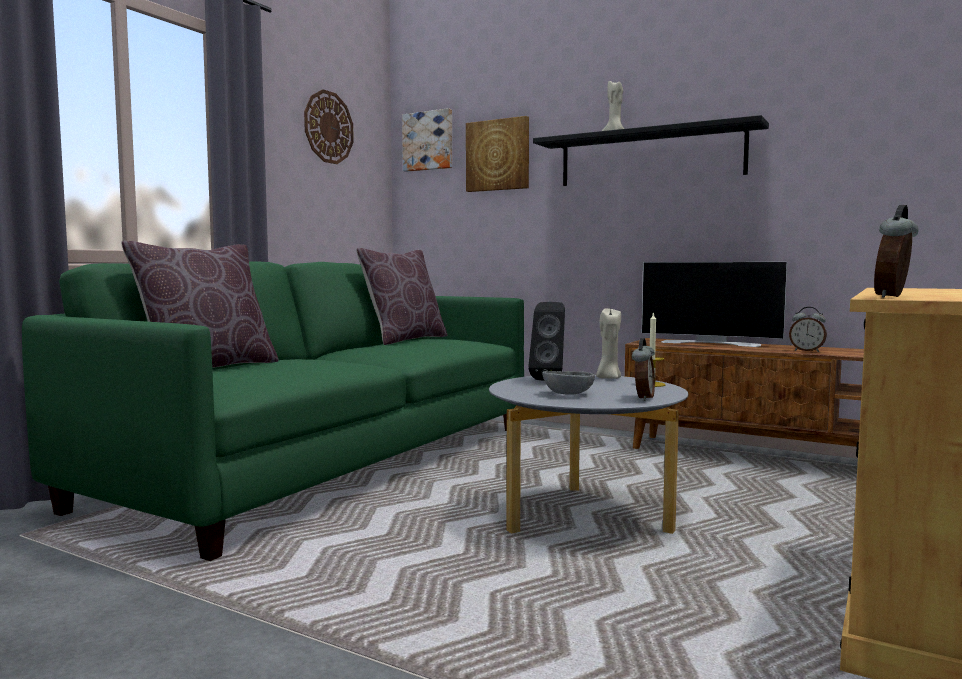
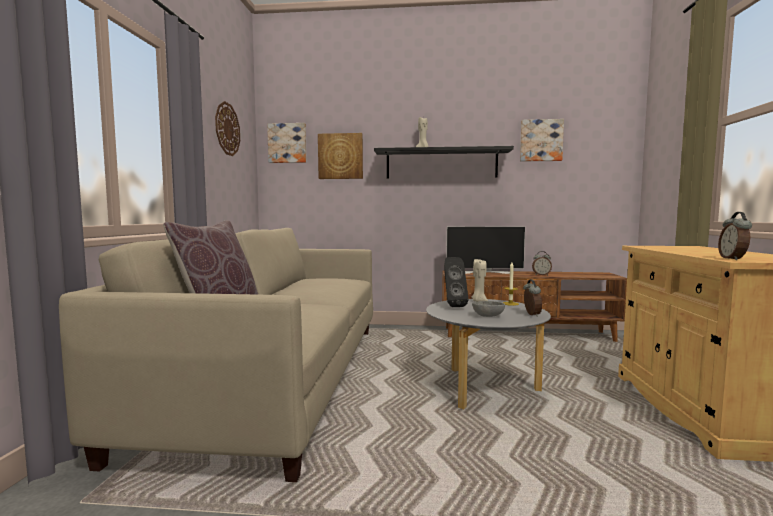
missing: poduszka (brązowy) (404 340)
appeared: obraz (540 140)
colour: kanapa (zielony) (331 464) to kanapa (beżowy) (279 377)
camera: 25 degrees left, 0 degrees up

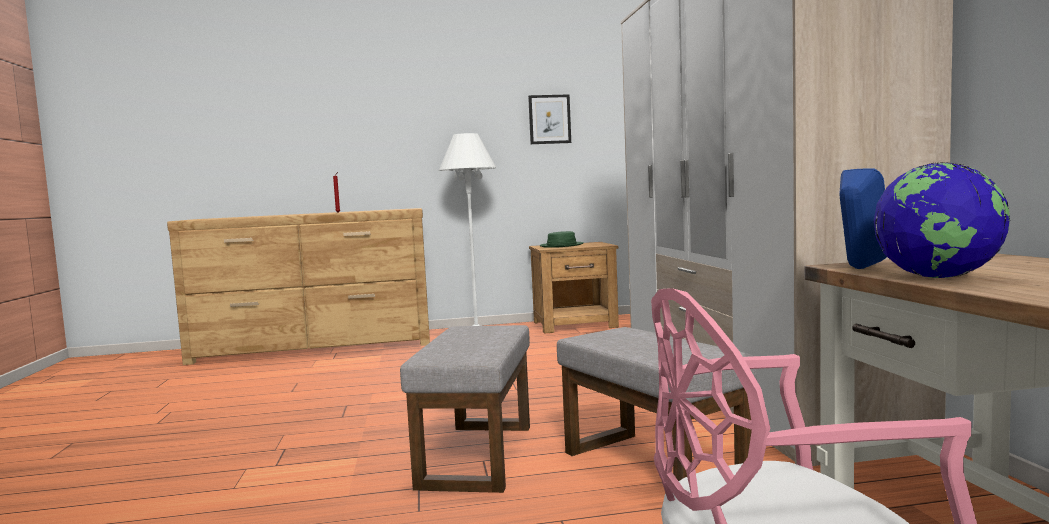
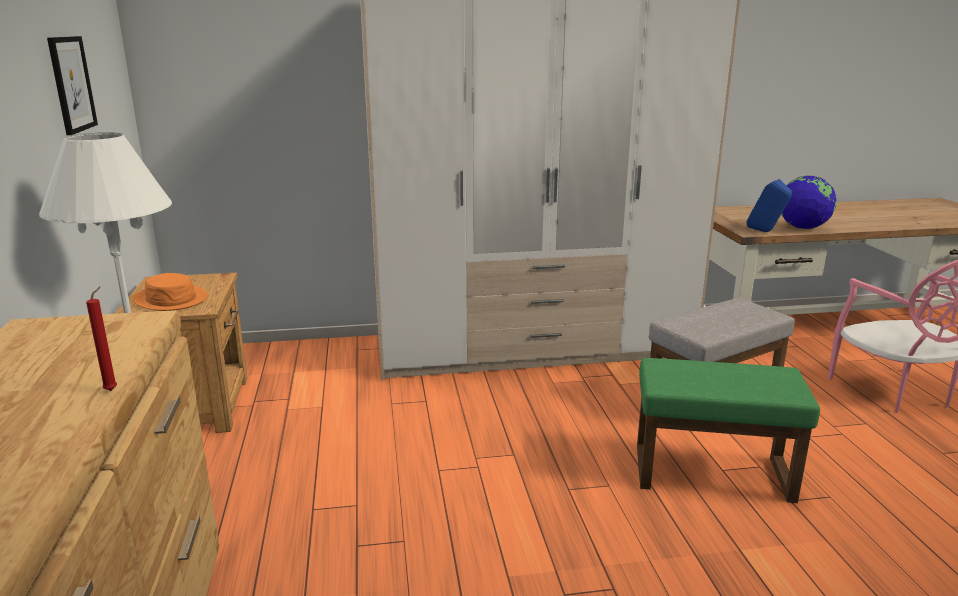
colour: pufa (szary) (479 456) to pufa (zielony) (713 472); kapelusz (zielony) (561 246) to kapelusz (pomarańczowy) (171 299)
camera: 90 degrees left, 15 degrees up

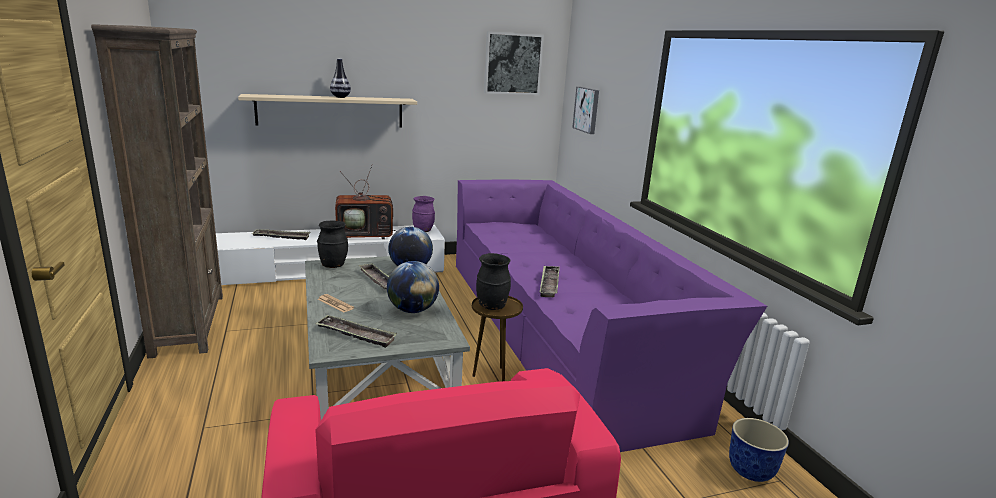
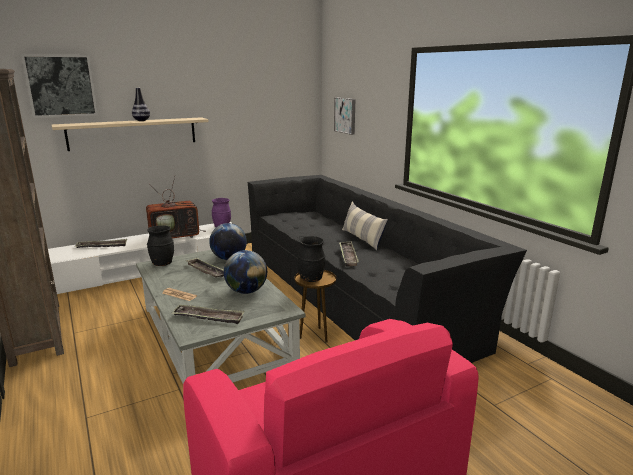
missing: donica (751 471)
appeared: poduszka (362 239)
relocated: obraz (513 64) to (61 86)
colour: kanapa (fioletowy) (560 328) to kanapa (czarny) (353 291)
camera: 10 degrees left, 0 degrees up

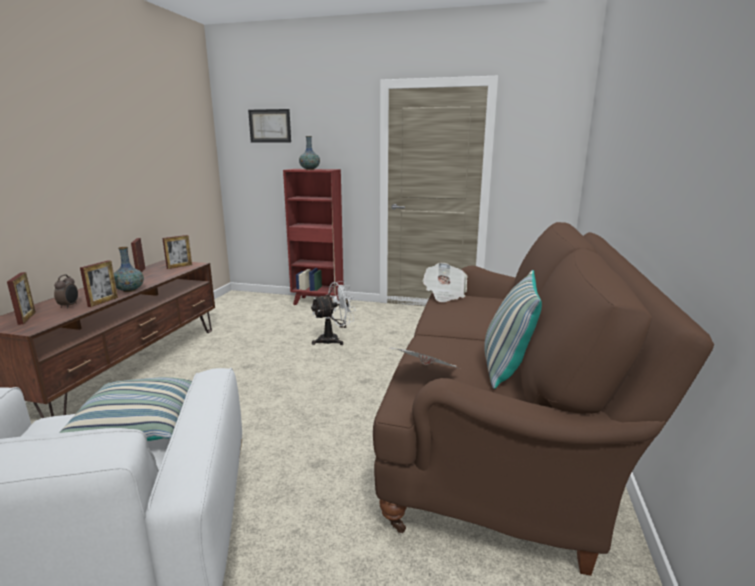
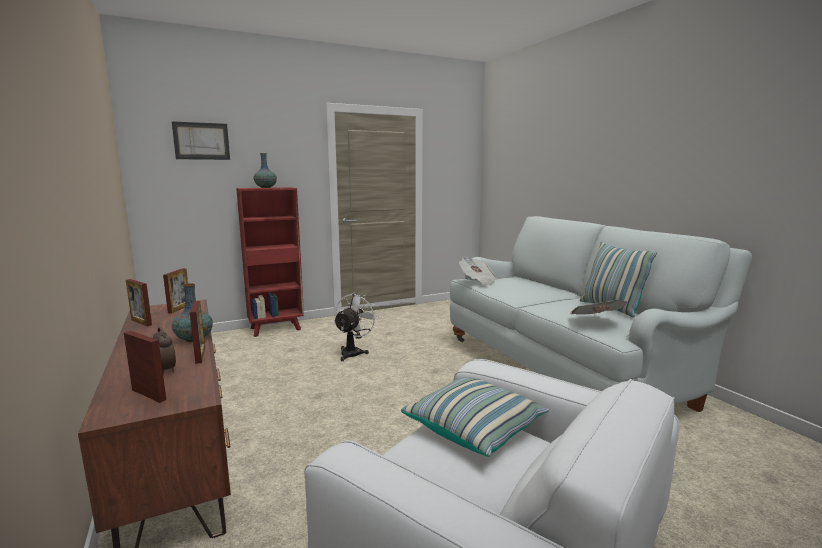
colour: kanapa (brązowy) (503 434) to kanapa (biały) (565 368)
camera: 40 degrees left, 5 degrees down

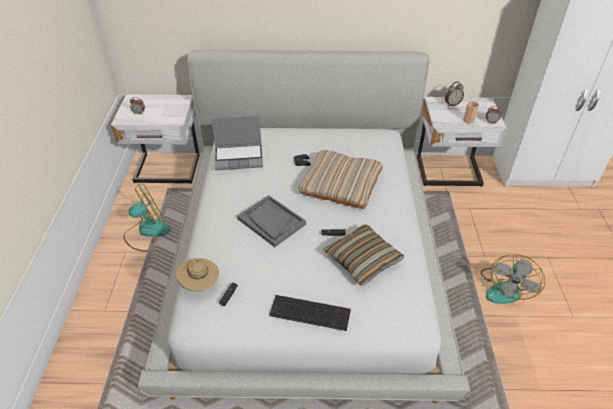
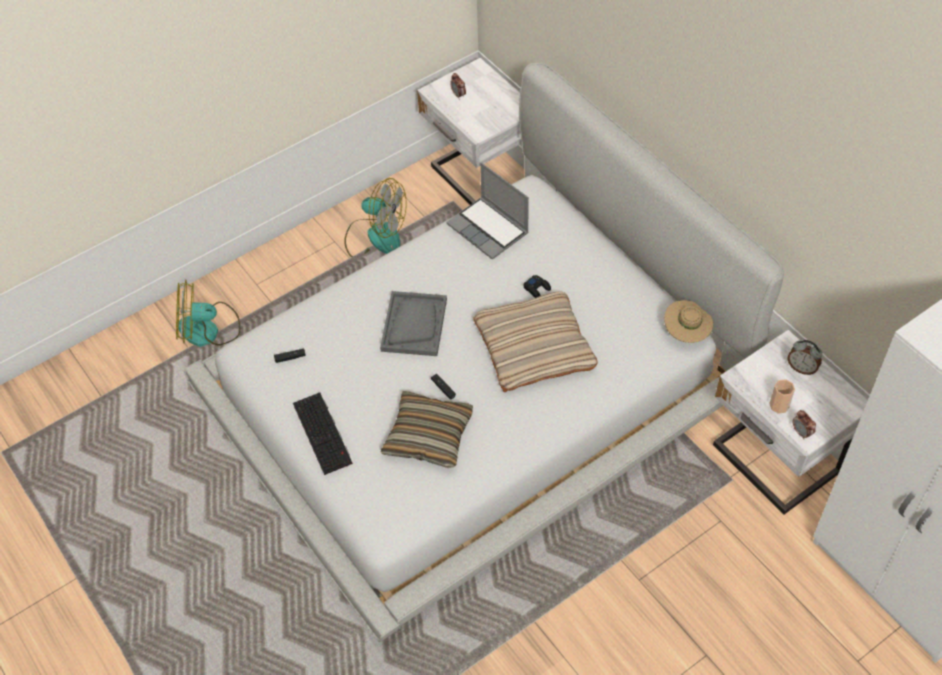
relocated: kapelusz (beżowy) (200 284) to (686 333); wentylator (505 288) to (208 330)
camera: 55 degrees right, 10 degrees up

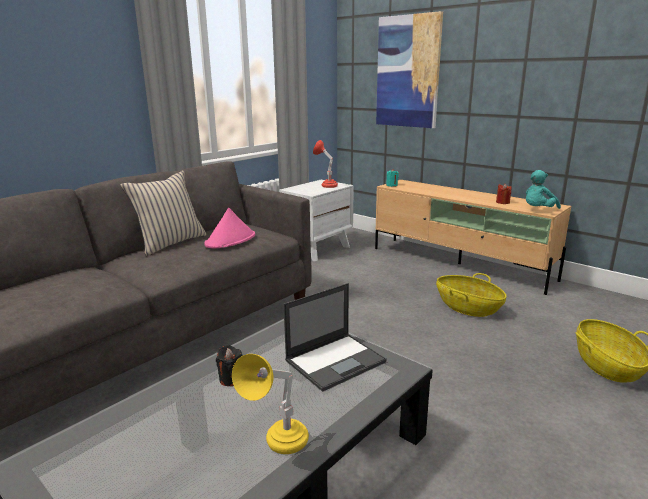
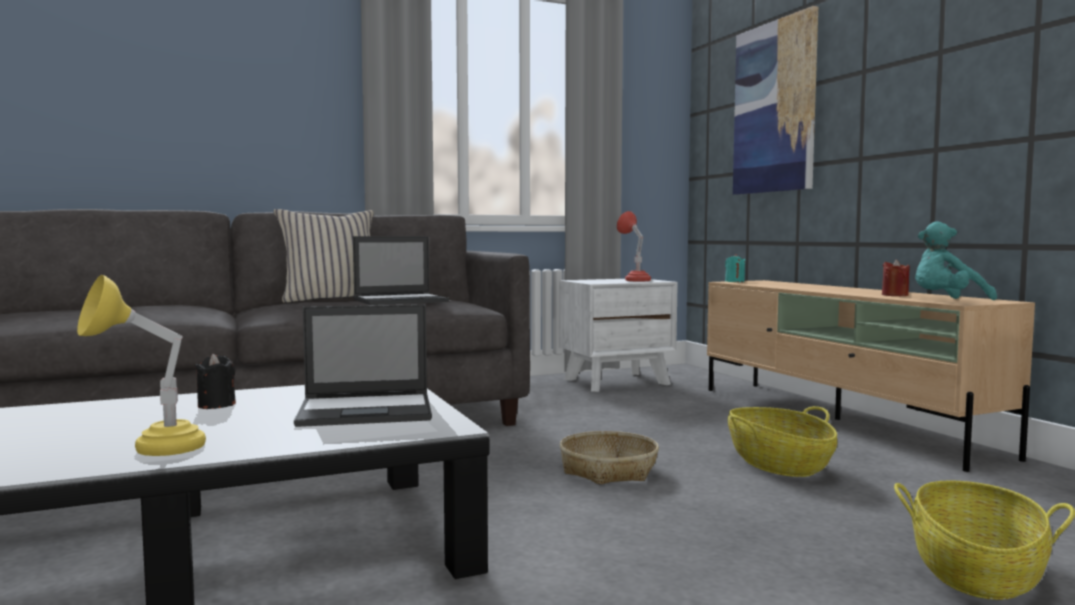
appeared: koszyk (608 470)
exchanged: kapelusz (różowy) (230 240) to laptop (402 300)
camera: 25 degrees right, 15 degrees down

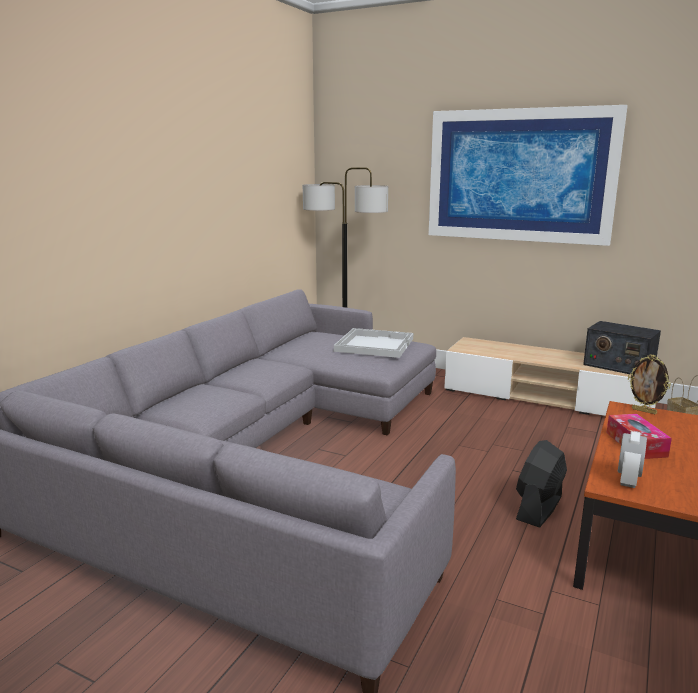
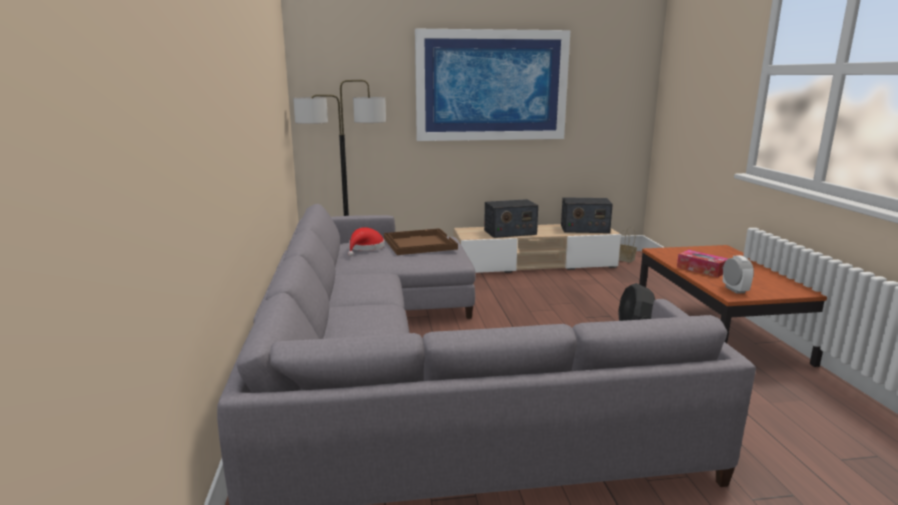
missing: ramka na zdjęcie (644 411)
appeared: kapelusz (czerwony) (365 248); radio (509 232)
colour: taca (biały) (374 344) to taca (brązowy) (418 243)
camera: 35 degrees left, 0 degrees up

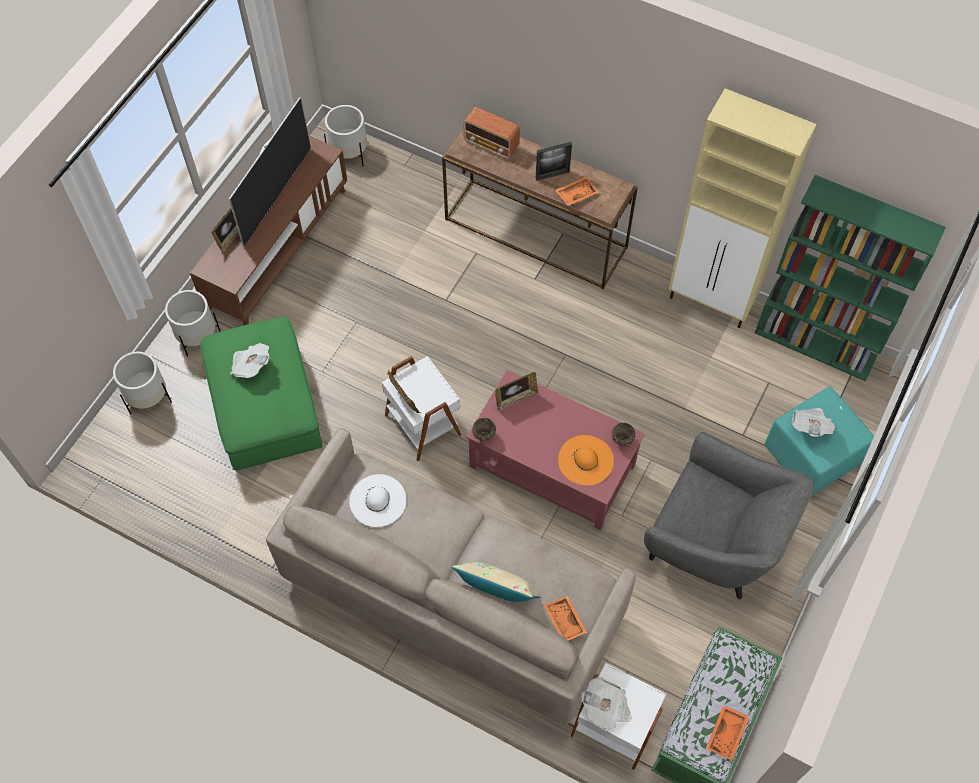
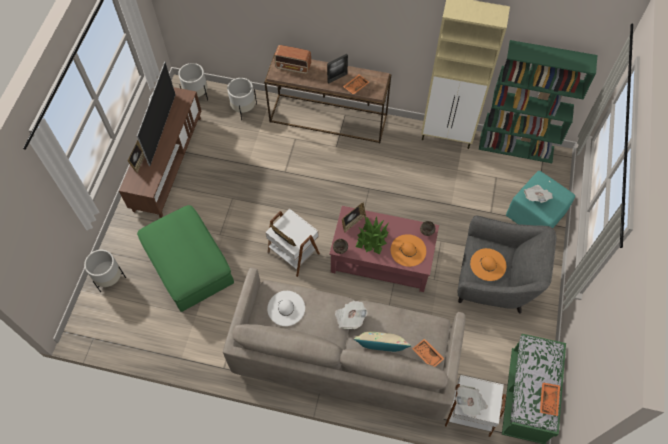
appeared: roślina doniczkowa (372 238); kapelusz (pomarańczowy) (488 264)
relocated: donica (biały) (197 337) to (243 109); gazeta (251 366) to (350 318)
camera: 15 degrees left, 0 degrees up

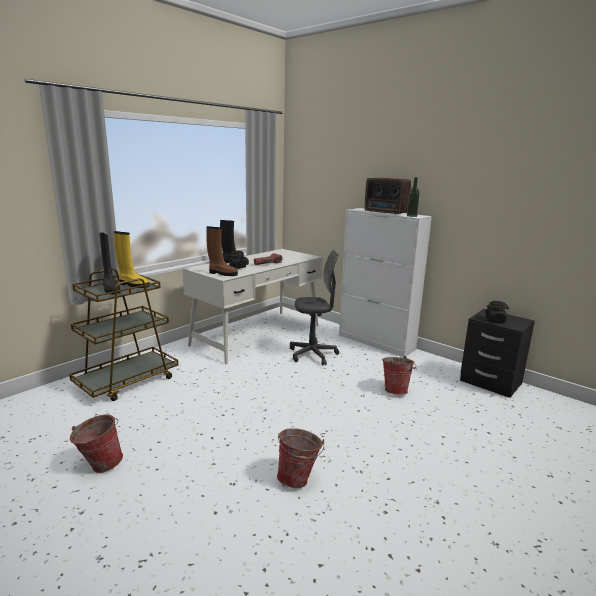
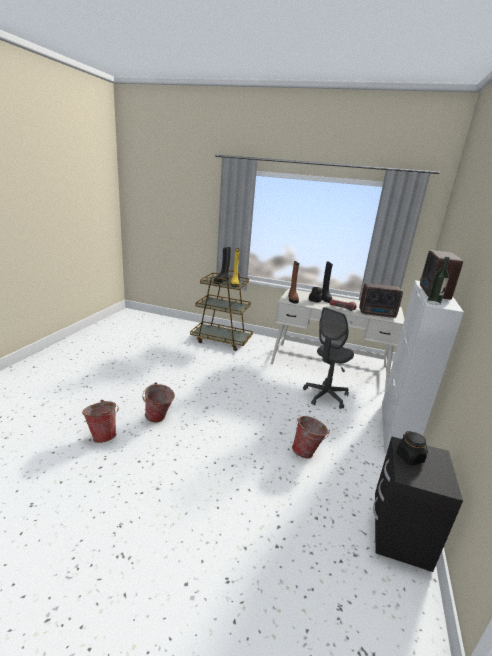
appeared: radio (378 314)
relocated: wiadro (99 465) to (103 435)
spun: krzesło biurowe (szary) (313 354) = (325 396) 75 degrees clockwise
camera: 65 degrees right, 5 degrees up

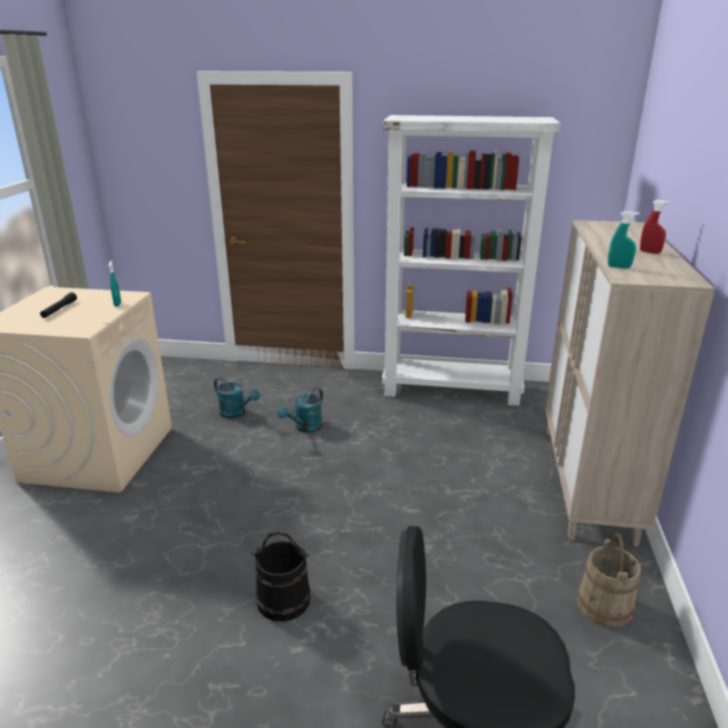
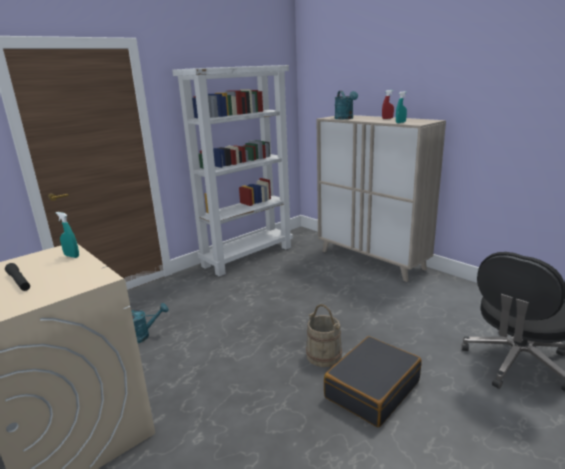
relocated: konewka (turkusowy) (305 428) to (345 118); wiadro (beżowy) (605 605) to (324 355)
exchanged: wiadro (czarny) (283 600) to walizka (czarny) (372 389)
camera: 50 degrees left, 5 degrees down

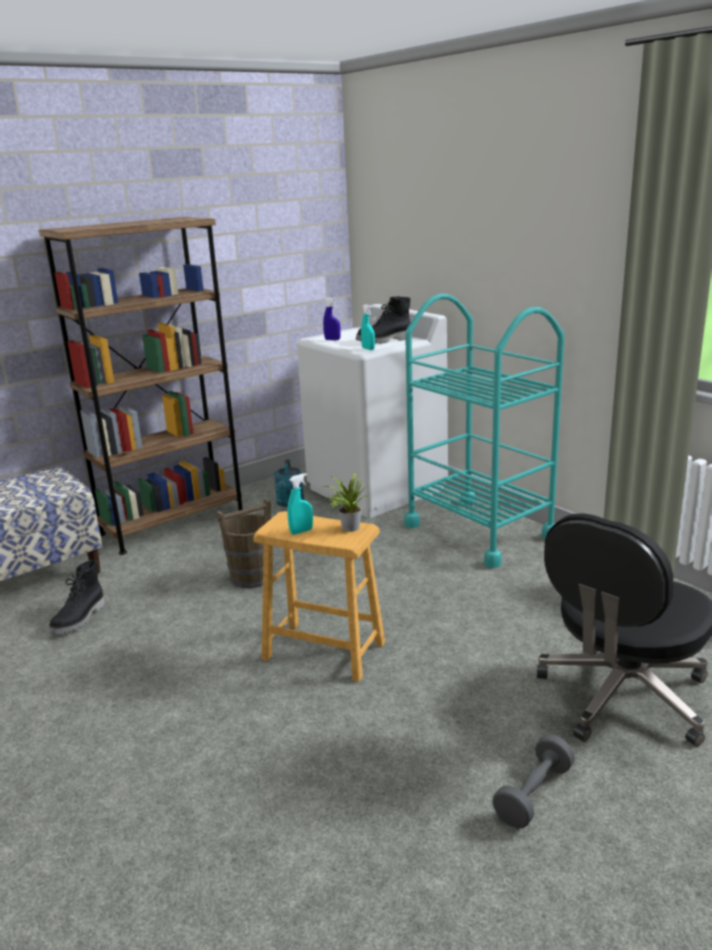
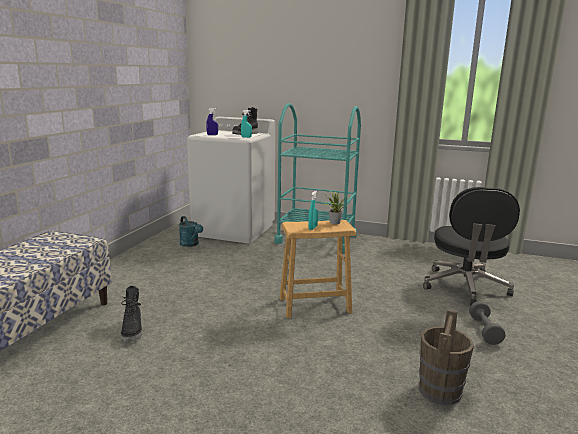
missing: regał (brązowy) (172 523)
relocated: wiadro (brązowy) (252 577) to (440 390)
camera: 35 degrees left, 5 degrees down

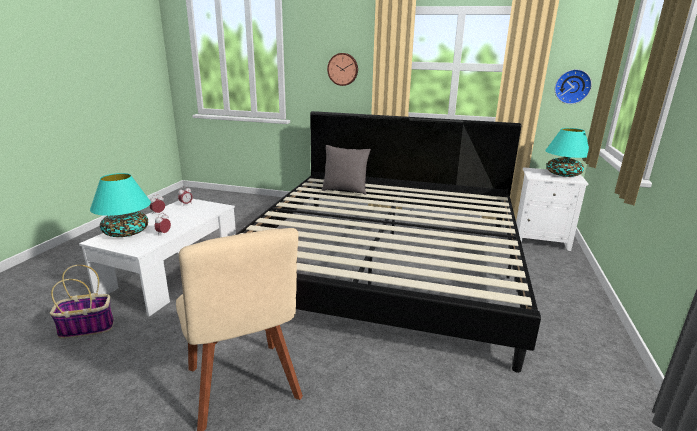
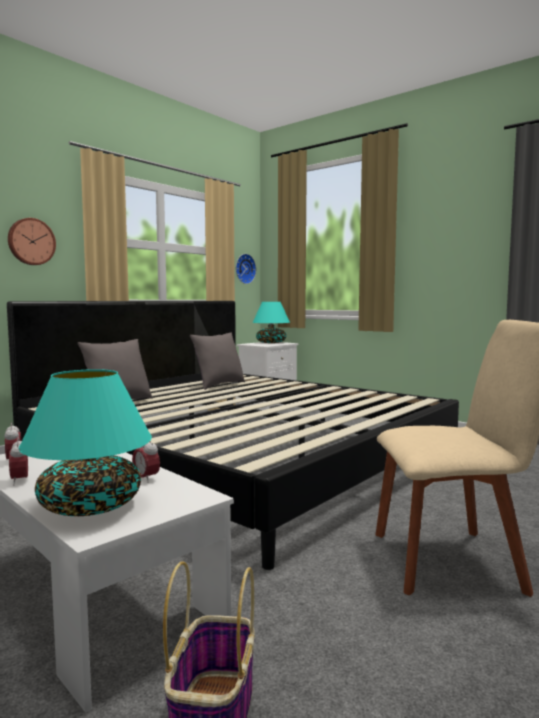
appeared: poduszka (szary) (218 385)
camera: 65 degrees left, 15 degrees down

